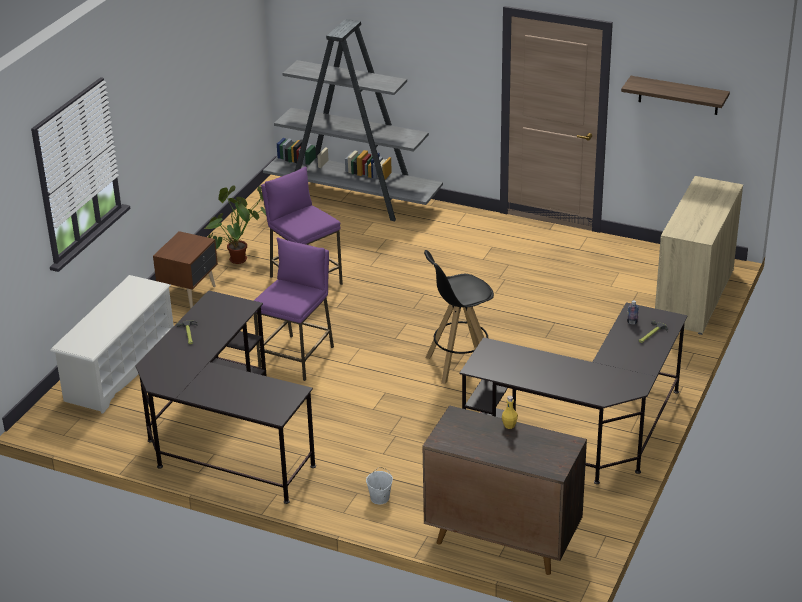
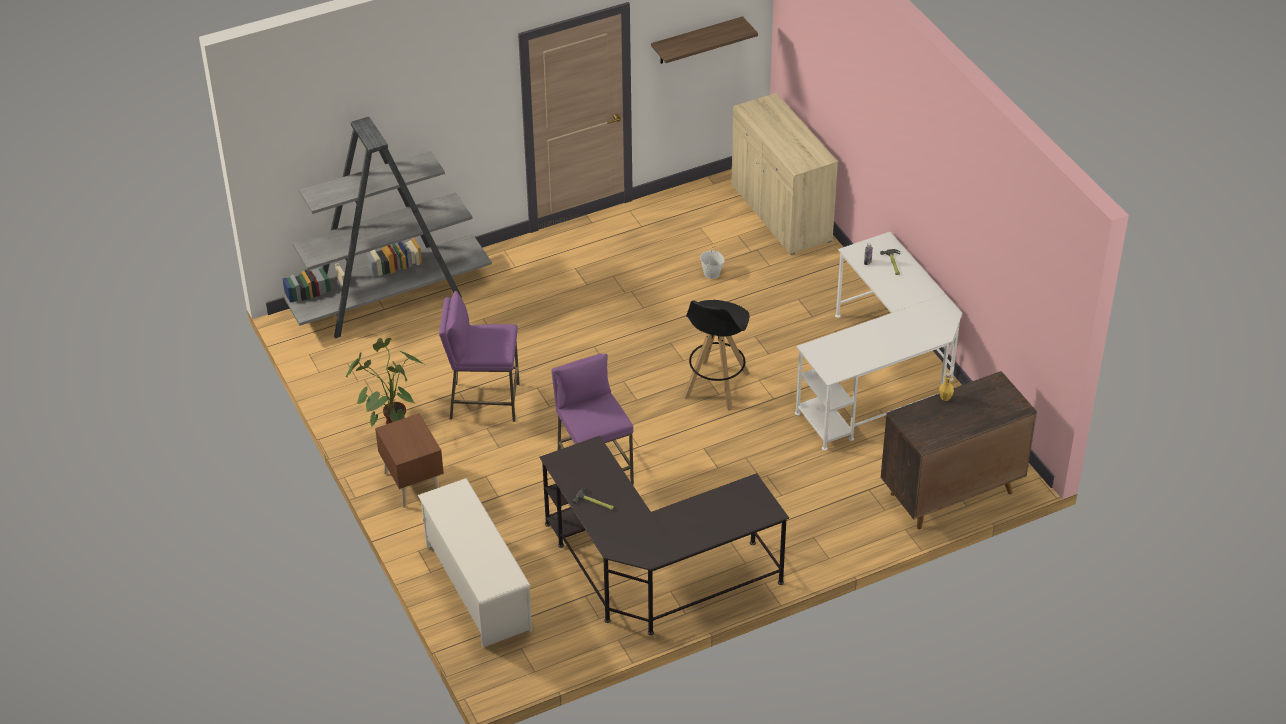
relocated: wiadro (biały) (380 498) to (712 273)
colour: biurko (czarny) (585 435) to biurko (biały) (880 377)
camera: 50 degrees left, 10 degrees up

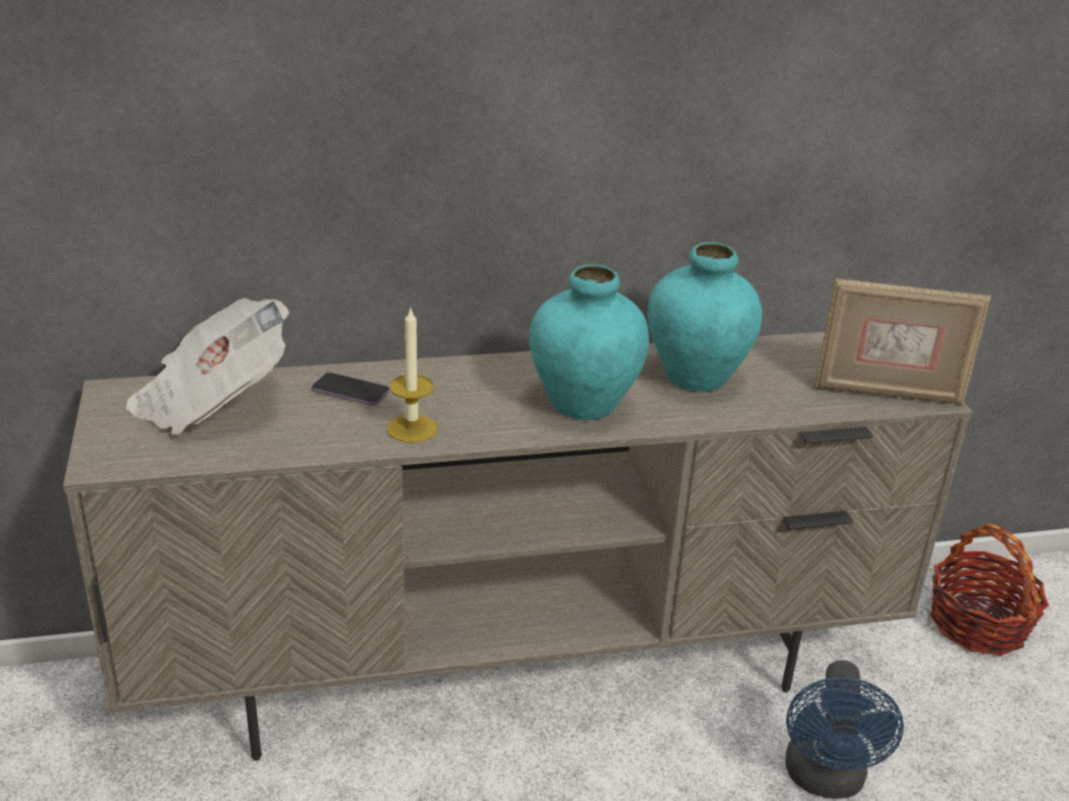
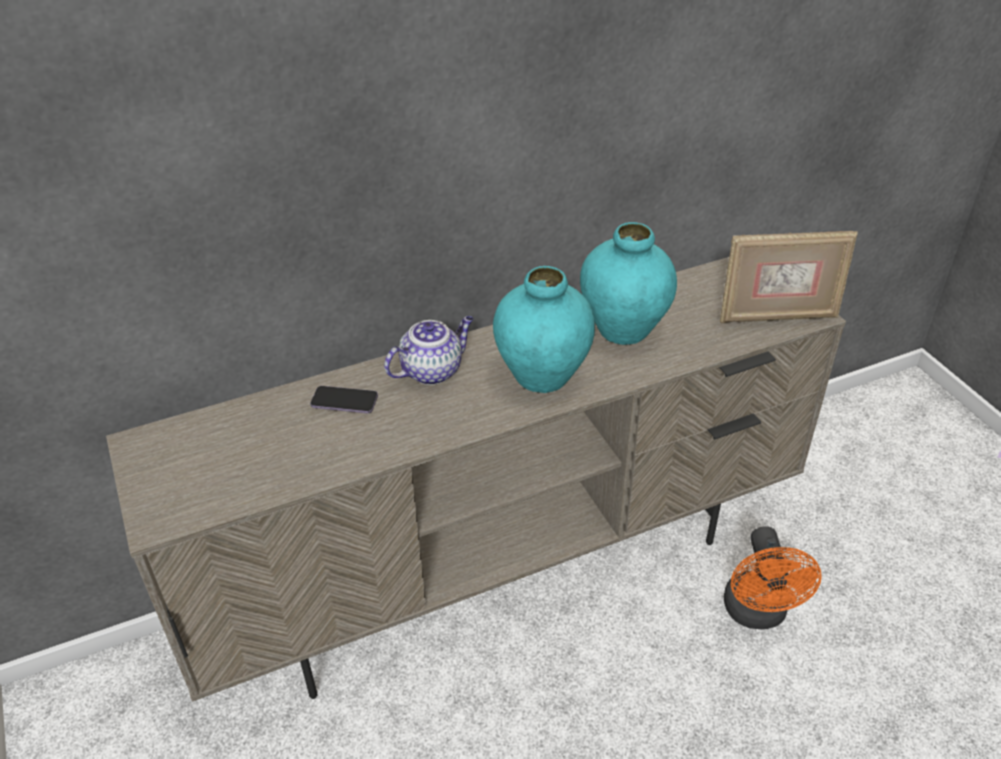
missing: gazeta (211 401); świeca (412 428); koszyk (978 624)
appeared: imbryk (432 370)
colour: wentylator (niebieski) (825 780) to wentylator (pomarańczowy) (757 614)
camera: 10 degrees left, 10 degrees up

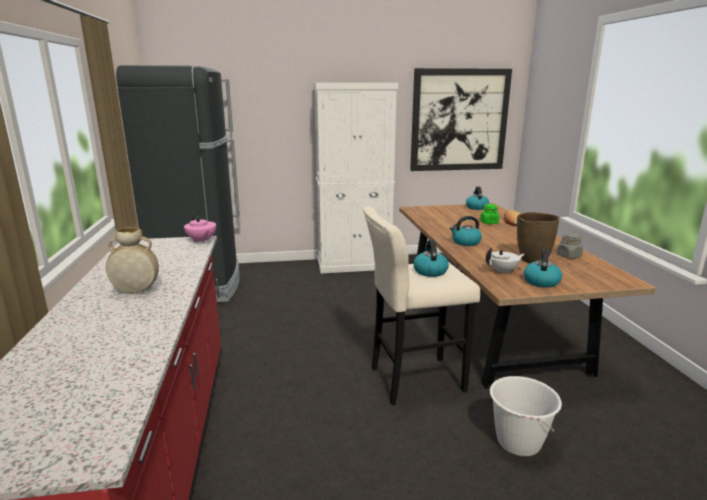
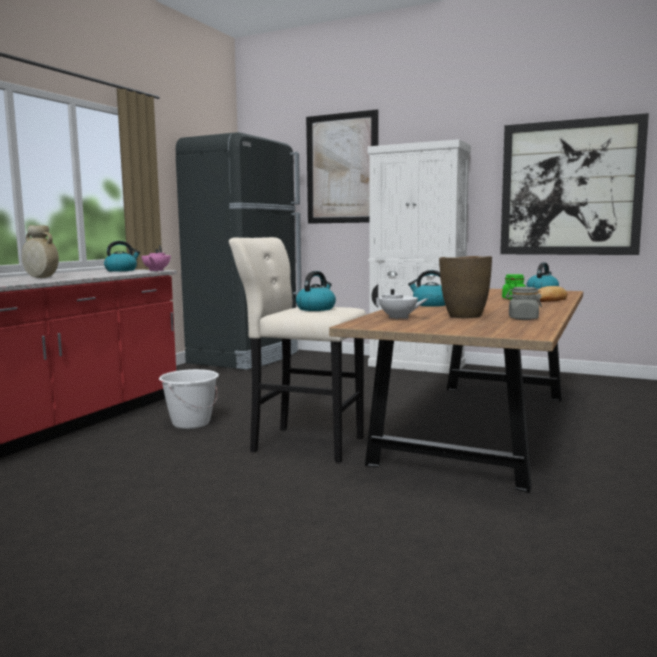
appeared: obraz (342 168)
relocated: wiadro (biały) (518 442) to (191 423); czajnik (541 281) to (121 270)
camera: 35 degrees right, 10 degrees down

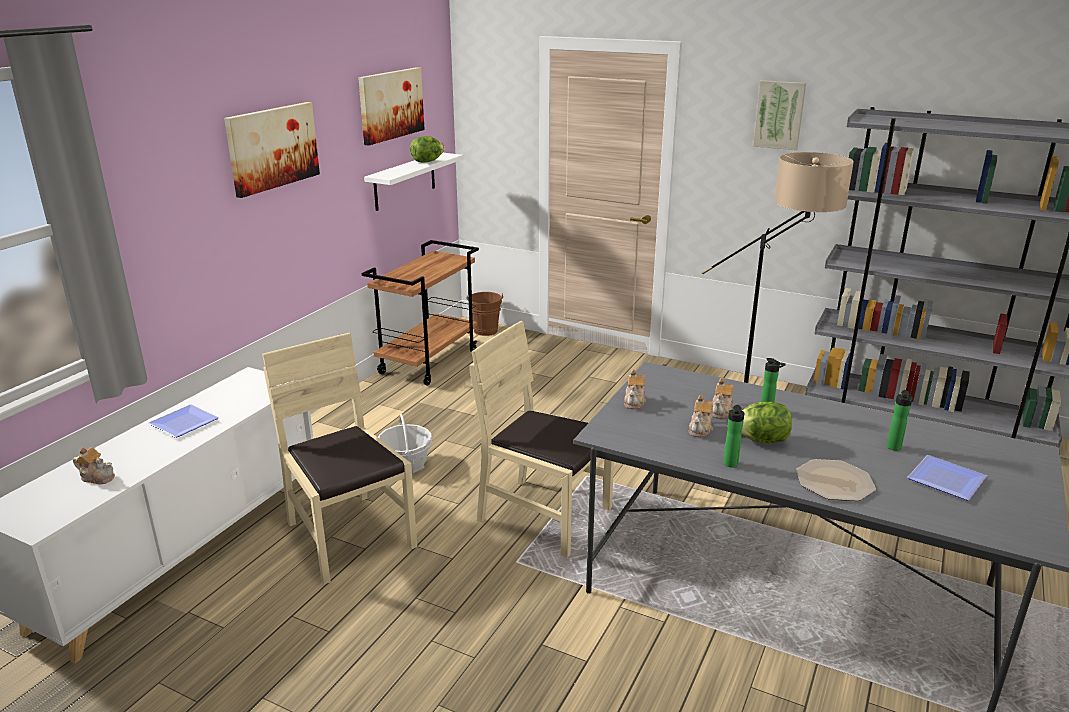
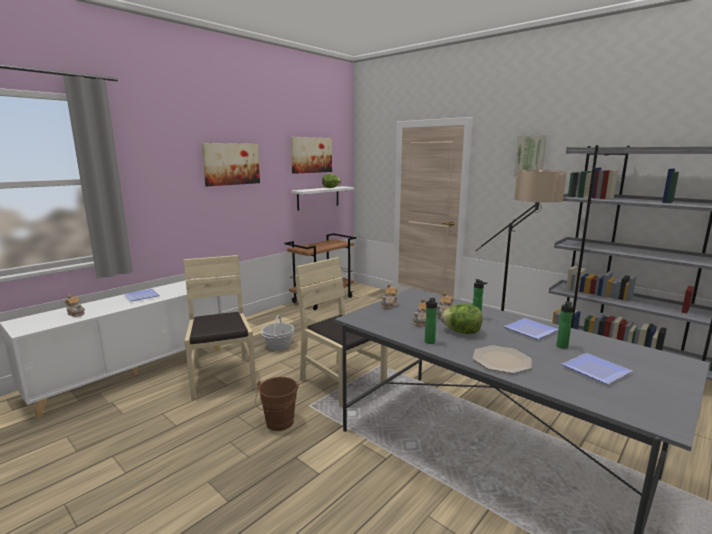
appeared: talerz (528 330)
relocated: wiadro (brązowy) (485 332) to (278 424)
camera: 15 degrees right, 10 degrees down

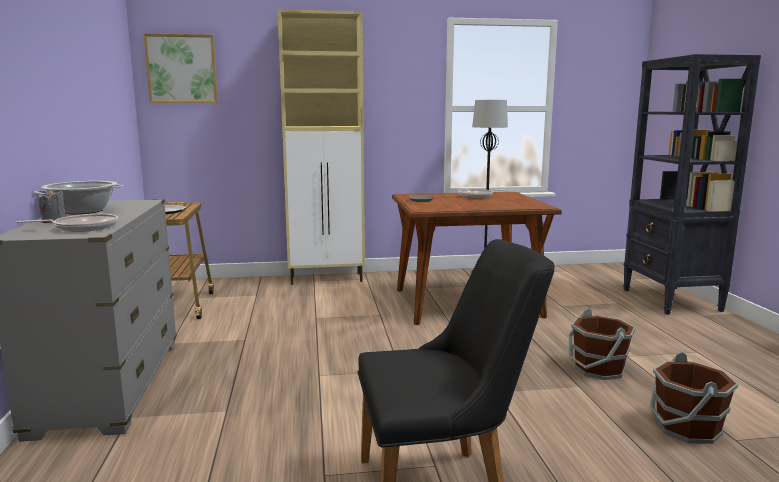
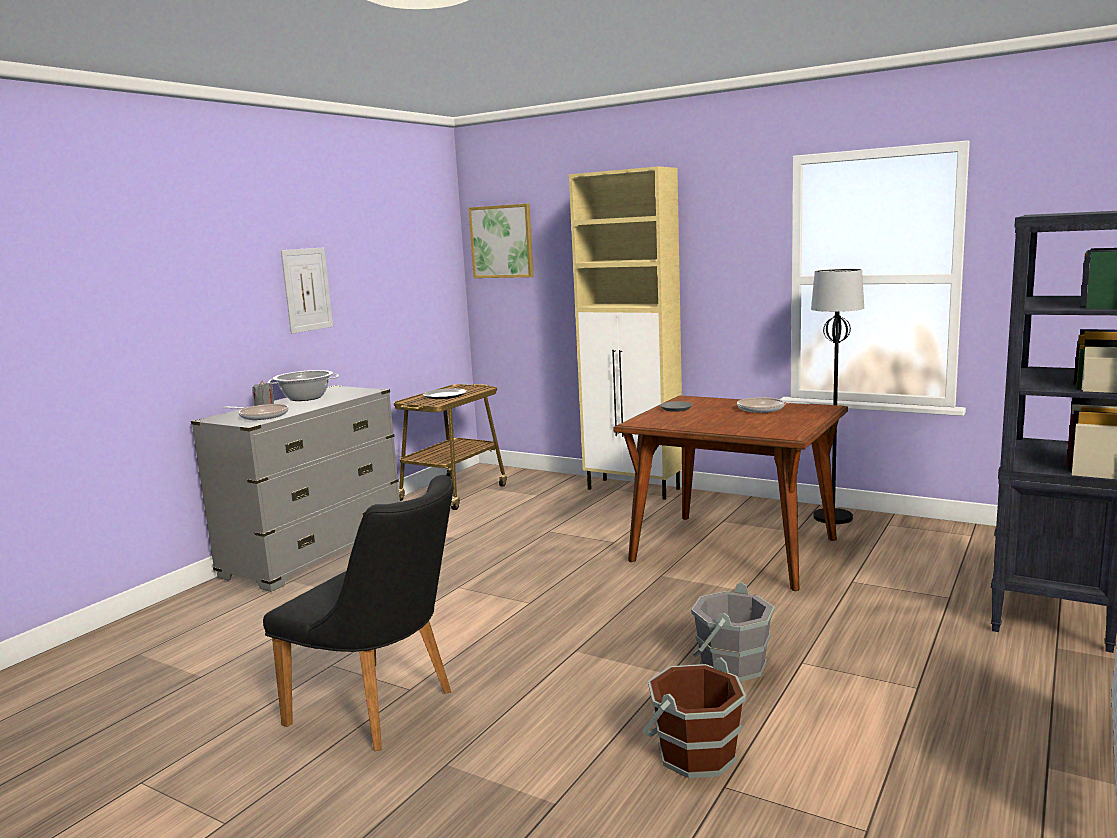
appeared: obraz (307 289)
colour: wiadro (brązowy) (598 369) to wiadro (szary) (731 665)
camera: 40 degrees right, 0 degrees up

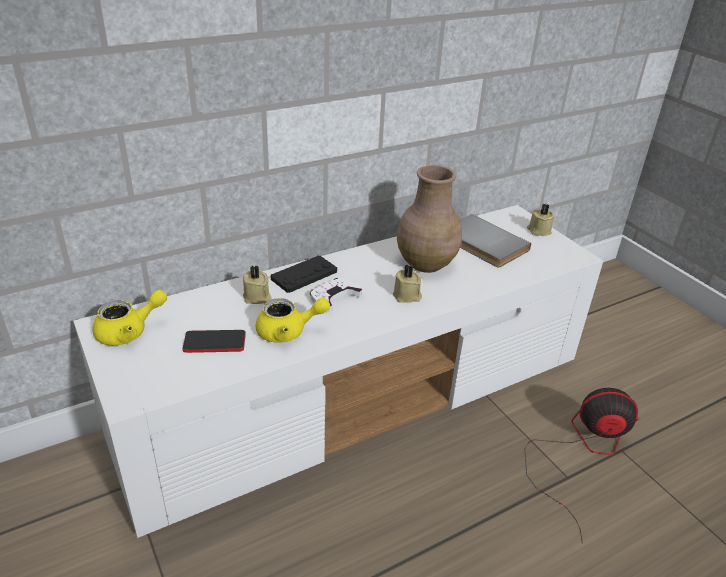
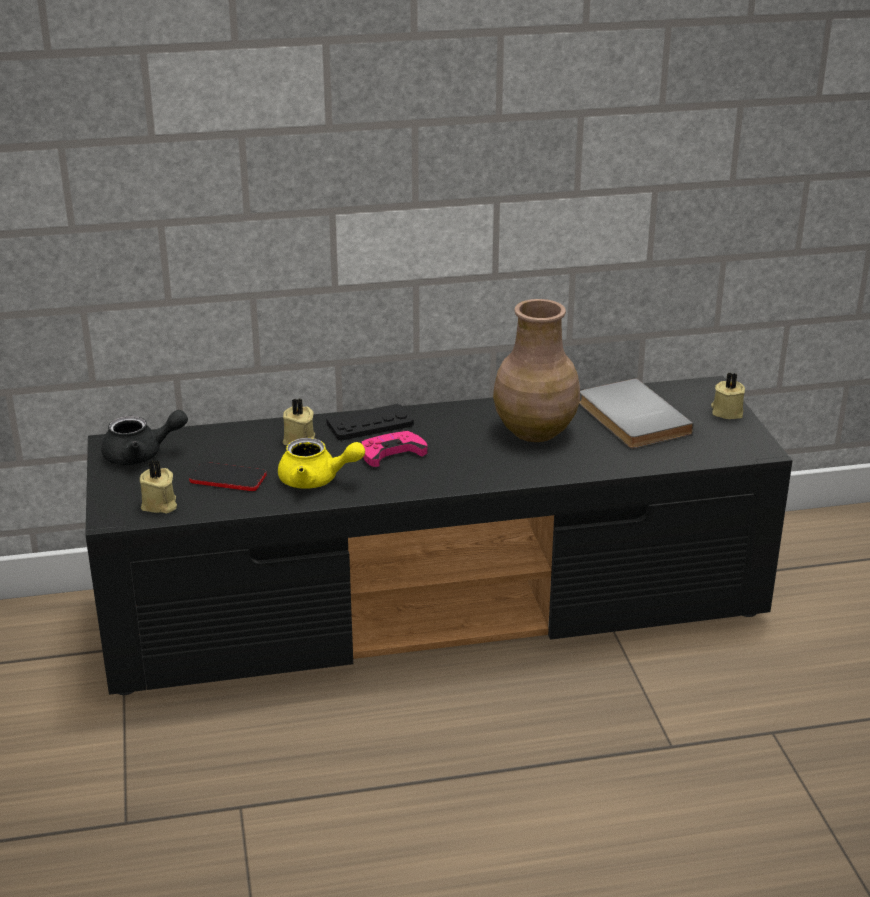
missing: wentylator (581 452)
relocated: świeca (beżowy) (407 296) to (159 505)
colour: szafka pod telewizor (biały) (359 396) to szafka pod telewizor (czarny) (438 607); imbryk (żółty) (129 332) to imbryk (czarny) (141 455); pad do gier (biały) (334 297) to pad do gier (różowy) (392 453)
camera: 20 degrees right, 5 degrees down

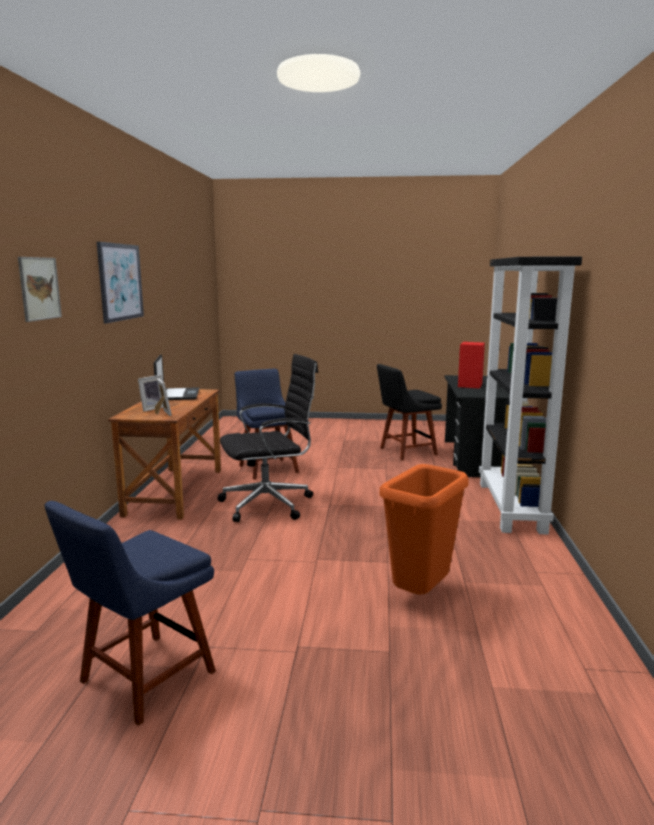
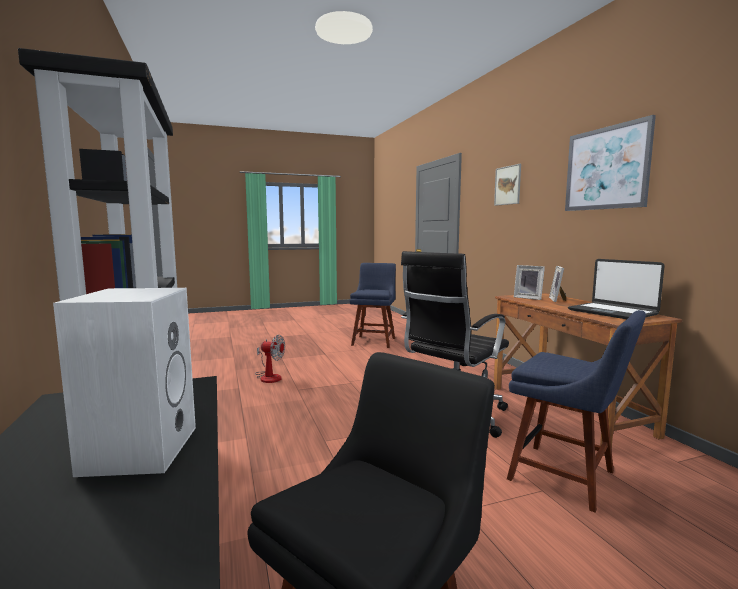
exchanged: kosz na śmieci (pomarańczowy) (421 596) to wentylator (269 376)
colour: głośnik (czerwony) (470 385) to głośnik (biały) (139 448)
camera: 155 degrees right, 5 degrees down

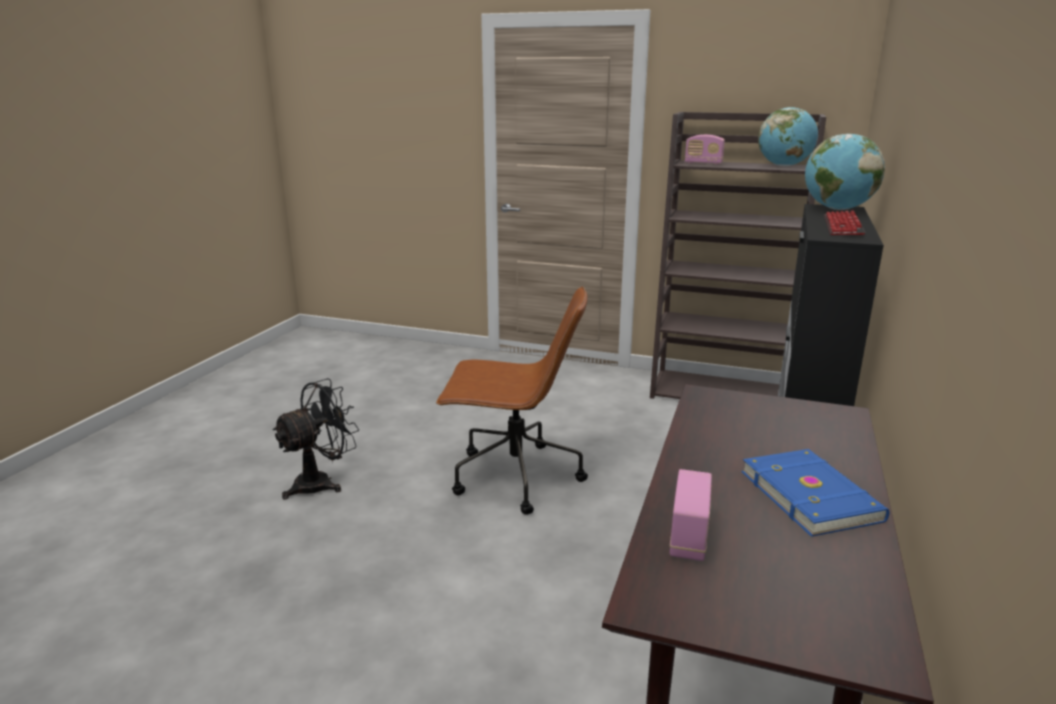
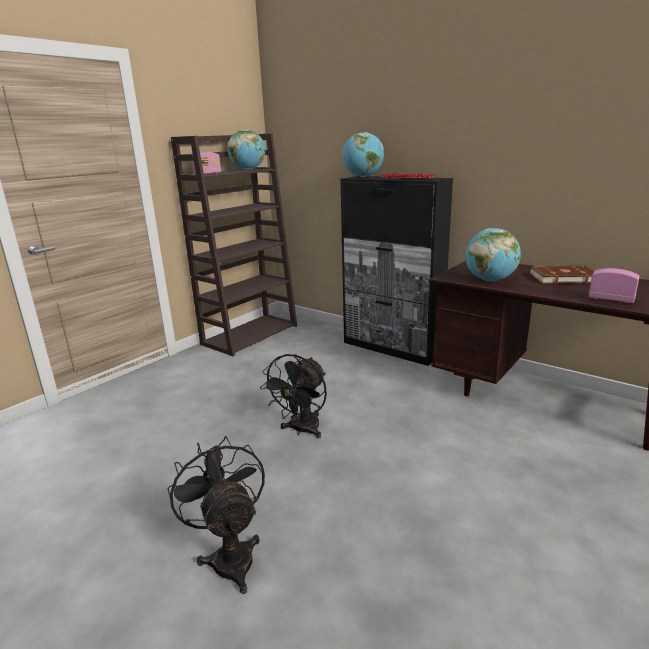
appeared: globus (490 280)
exchanged: krzesło biurowe (brązowy) (514 477) to wentylator (czarny) (302 430)
colour: książka (niebieski) (811 495) to książka (brązowy) (562 277)
camera: 70 degrees left, 0 degrees up

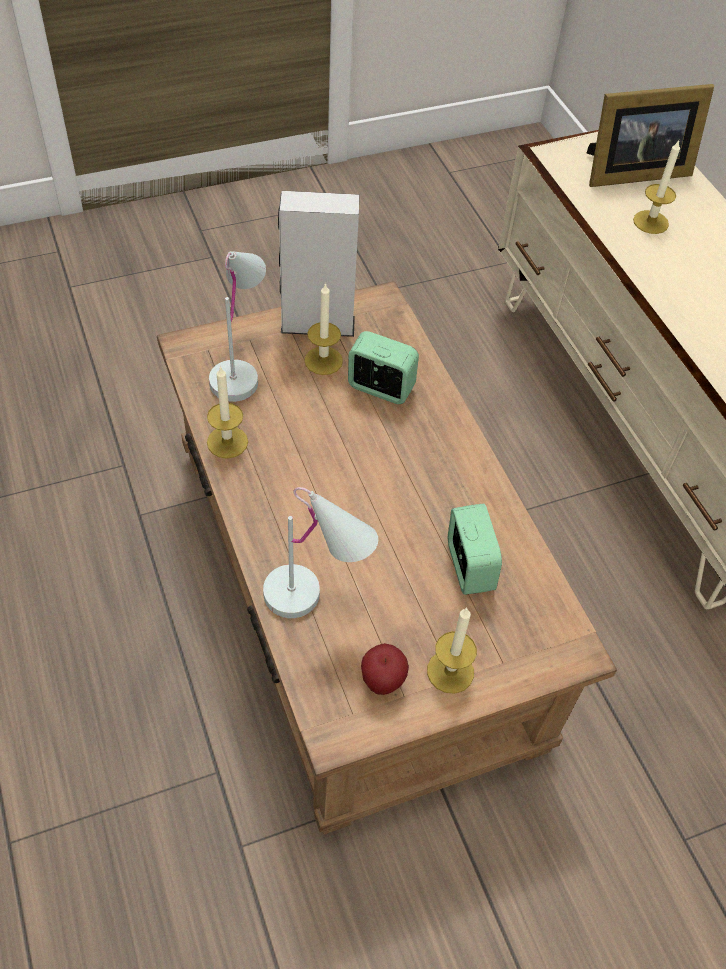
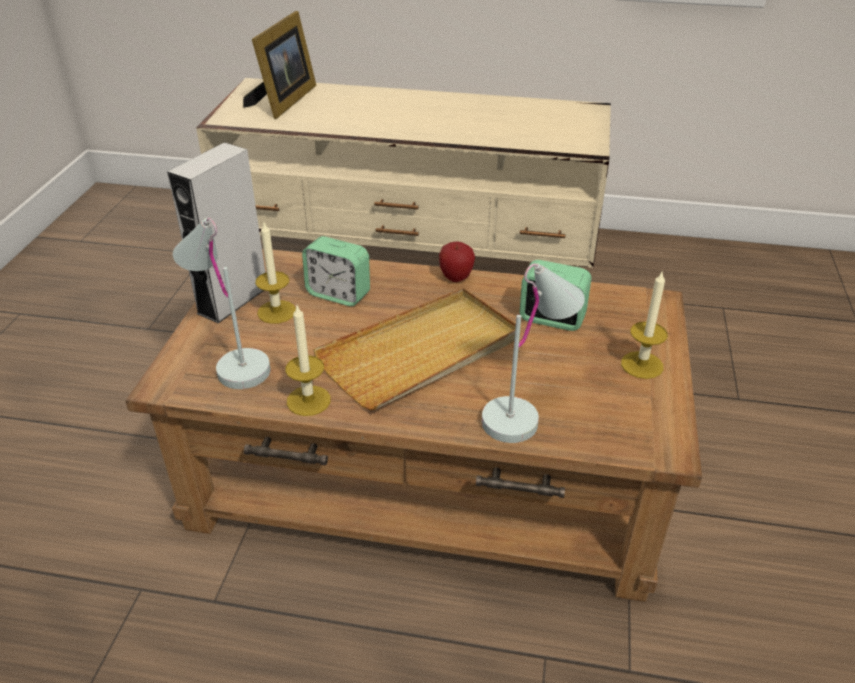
missing: świeca (650 222)
appeared: taca (beżowy) (422 352)
relocated: jabłko (382 682) to (456 278)
spun: budzik (380 388) = (338 294) 120 degrees counterclockwise
camera: 55 degrees left, 15 degrees down

